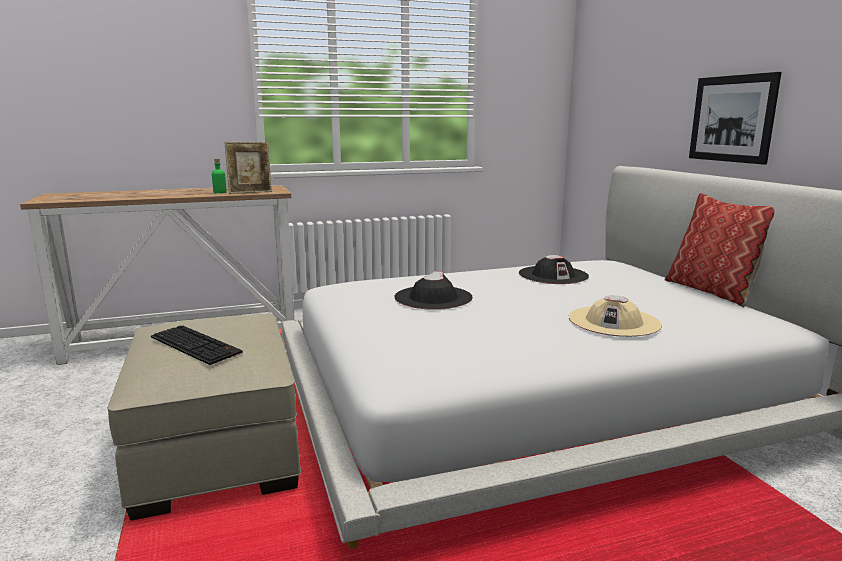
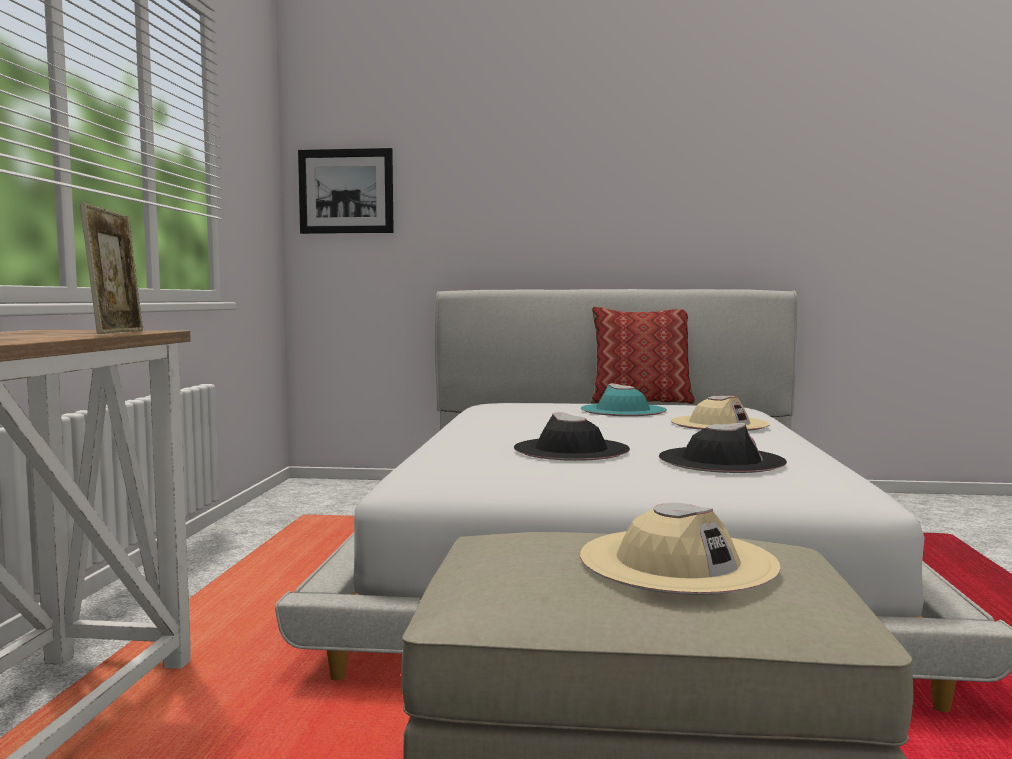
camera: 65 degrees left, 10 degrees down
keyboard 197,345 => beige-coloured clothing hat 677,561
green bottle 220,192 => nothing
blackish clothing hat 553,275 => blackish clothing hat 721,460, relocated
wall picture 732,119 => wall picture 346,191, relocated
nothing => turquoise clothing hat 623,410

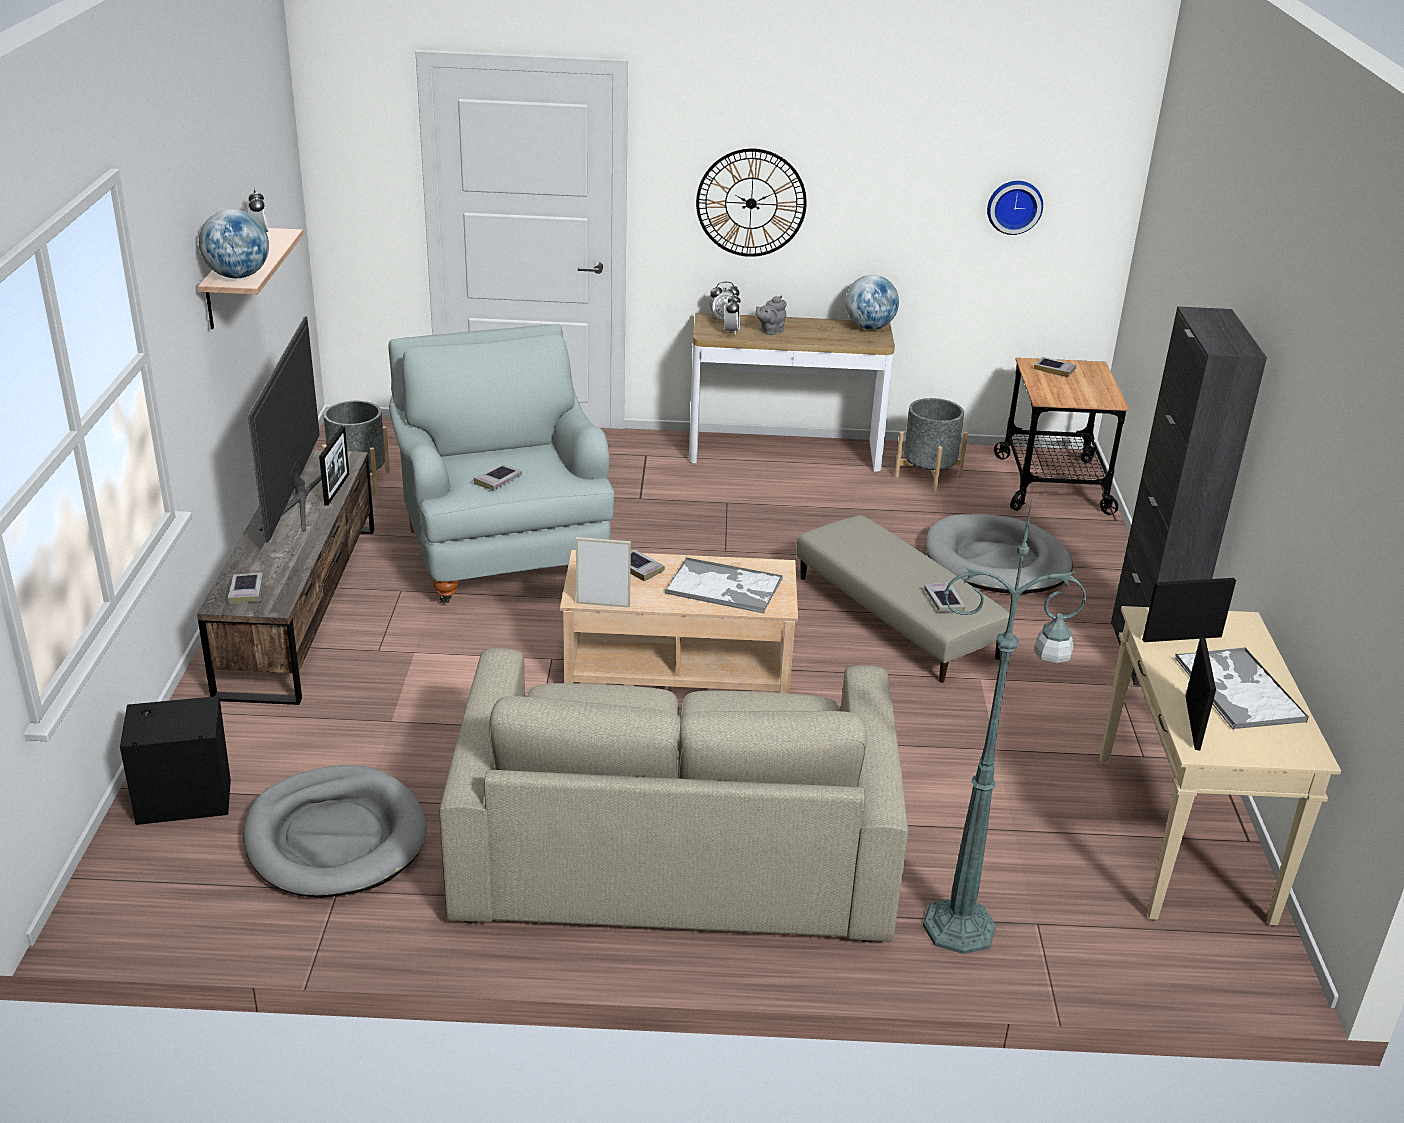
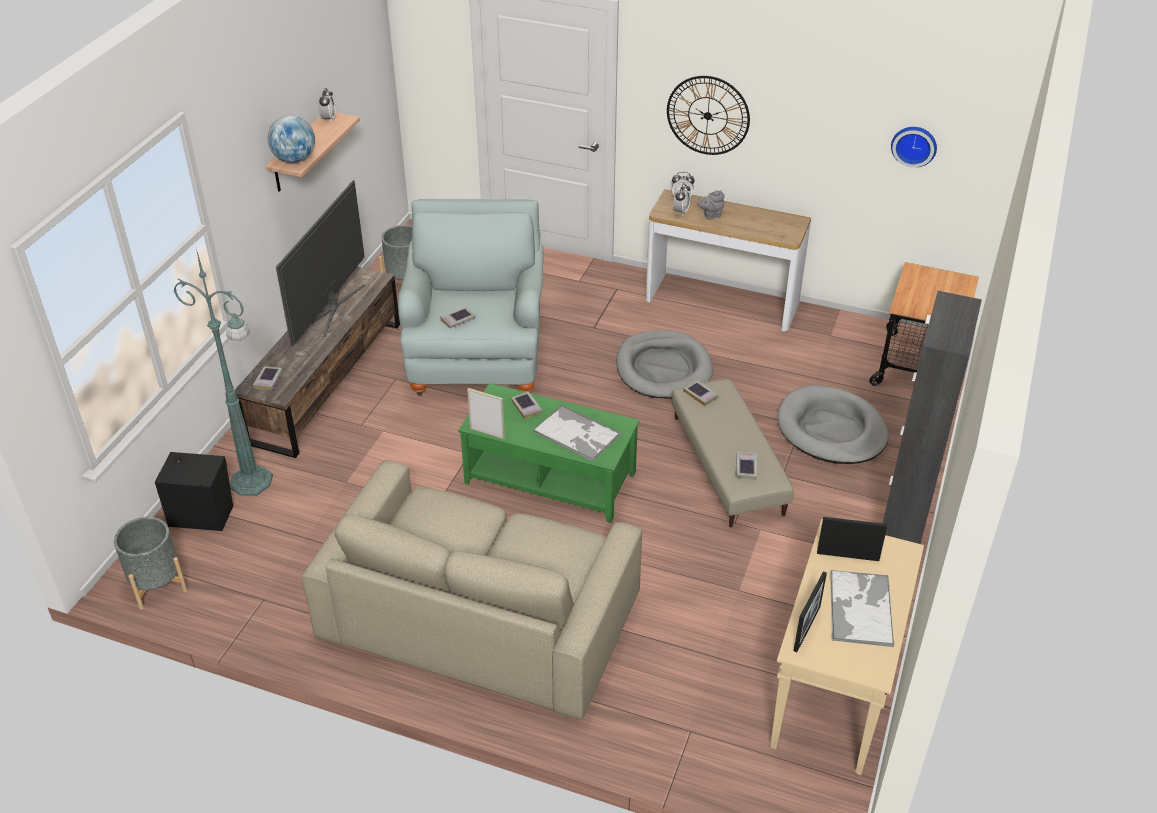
camera: 20 degrees right, 10 degrees up
grey dog cushion 335,838 => grey dog cushion 663,369, relocated
photo frame 337,489 => nothing
beige-coloured lounge table 677,669 => green lounge table 549,478
globe 869,327 => nothing
grey plant pot 928,476 => grey plant pot 157,584, relocated
green standing lamp 963,927 => green standing lamp 253,482, relocated
volume 1054,369 => volume 700,395, relocated

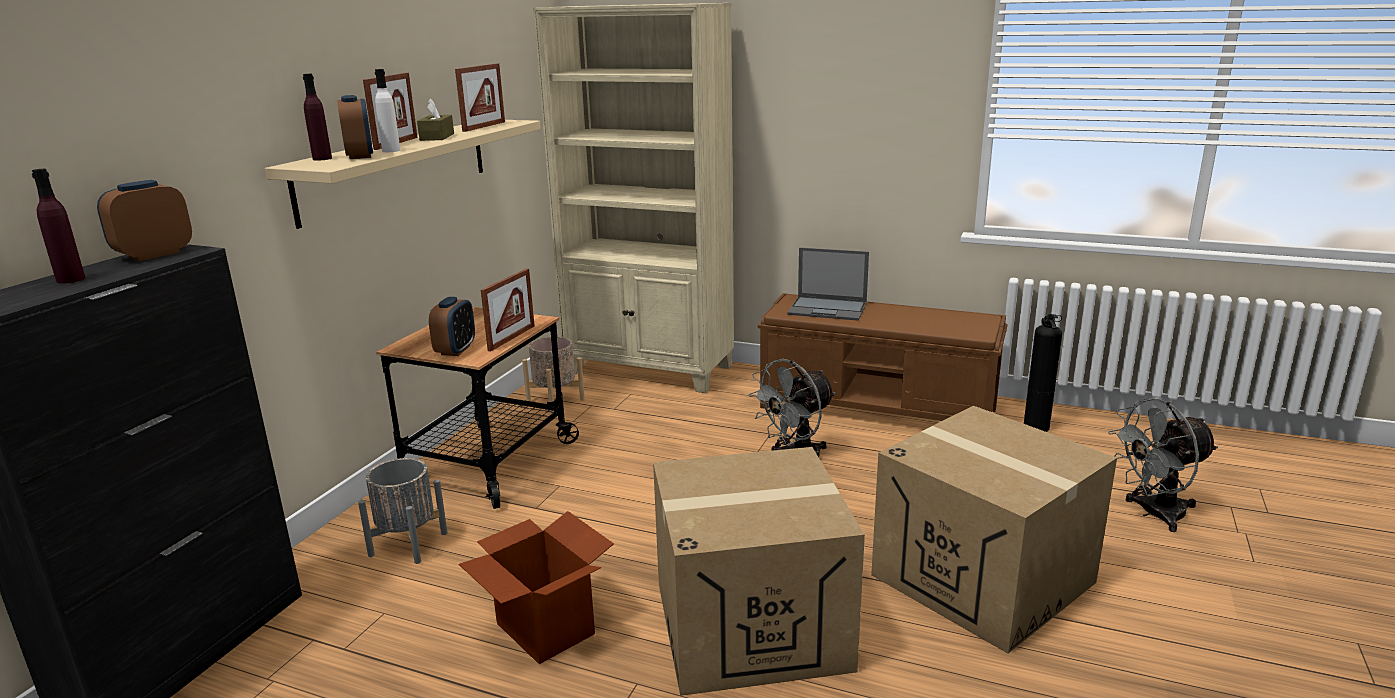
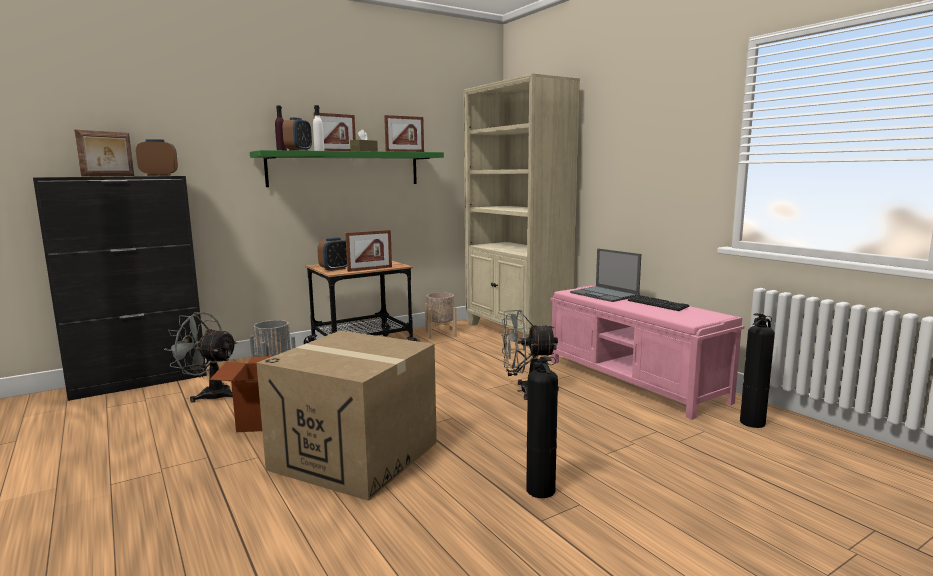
camera: 35 degrees right, 10 degrees down
purple-coloured bottle 71,279 => photo frame 109,176
beige-coloured wall shelf 397,168 => green wall shelf 345,169
brownish bench 878,408 => pink bench 634,381
carton 983,579 => fire-fighting cylinder 540,489
grey fan 1153,514 => grey fan 210,394, relocated
nothing => keyboard 657,304

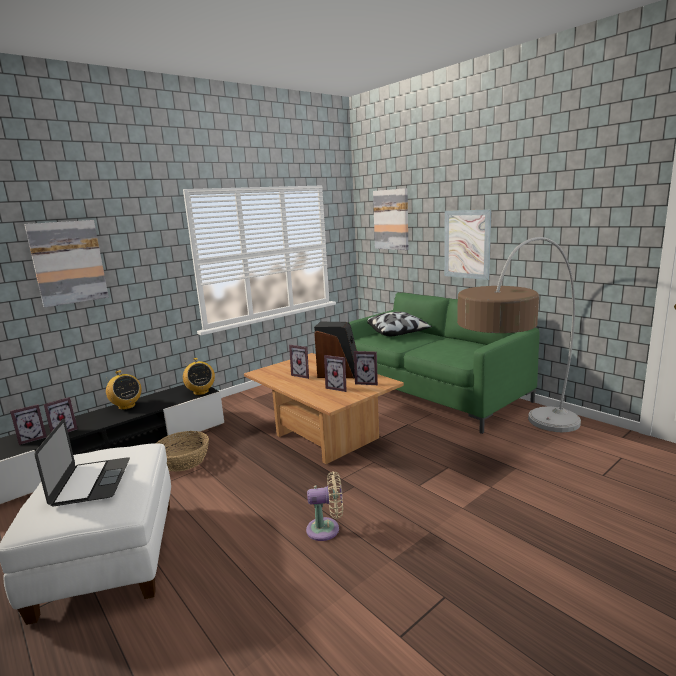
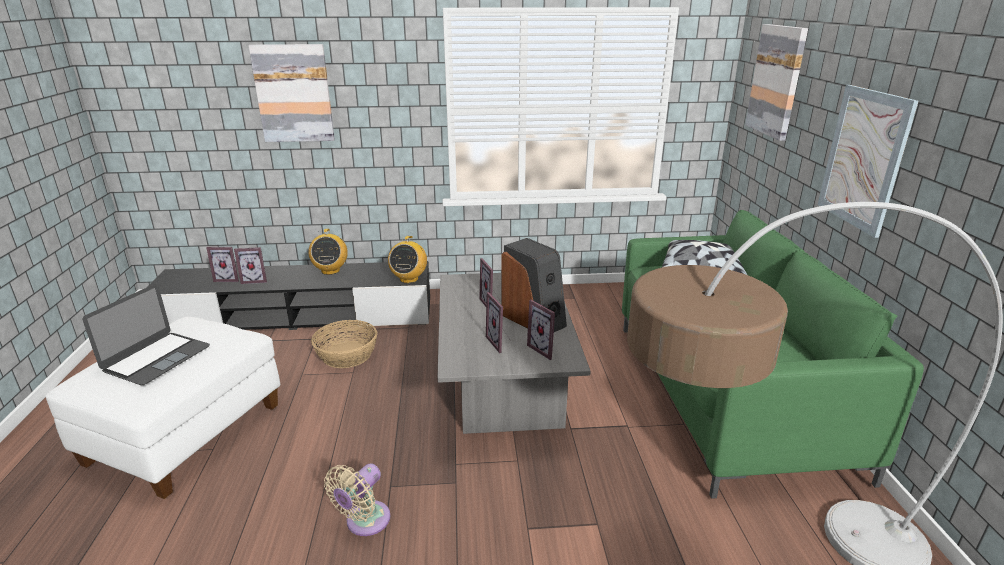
camera: 35 degrees right, 10 degrees up
brownish lounge table 323,437 => grey lounge table 504,393
beige-coloured fan 326,529 => beige-coloured fan 364,522, 90 degrees clockwise

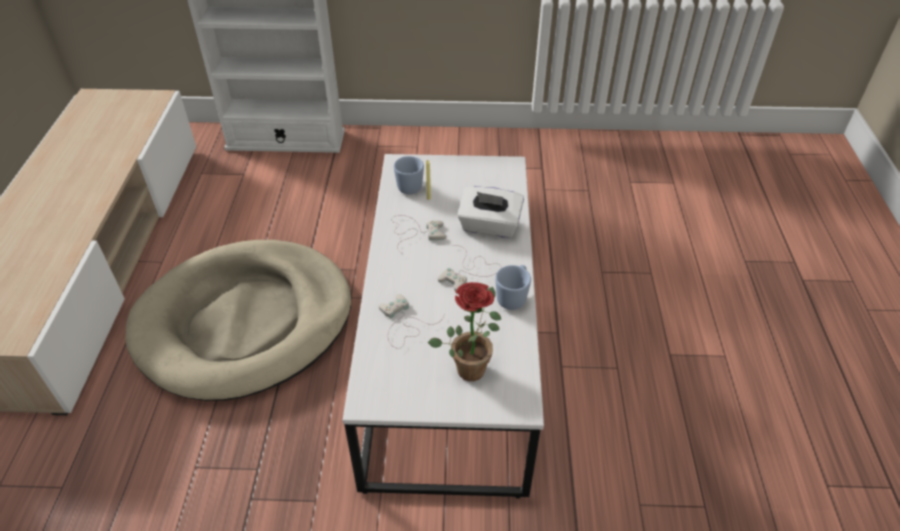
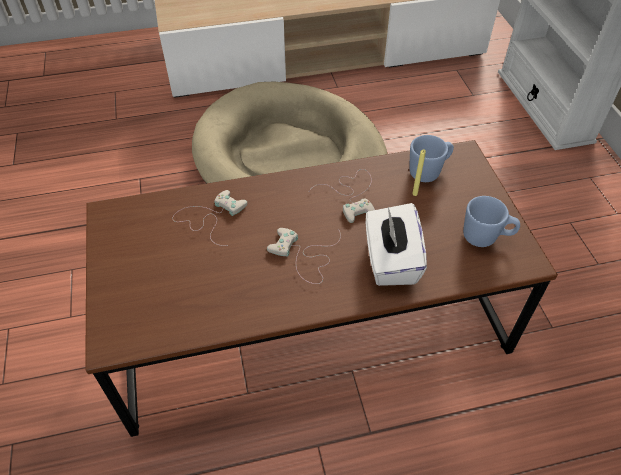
camera: 75 degrees right, 5 degrees up
white-coloured lounge table 450,347 => brownish lounge table 310,321
houseplant 471,365 => nothing
blue-coloured coffee mug 513,297 => blue-coloured coffee mug 486,238, relocated

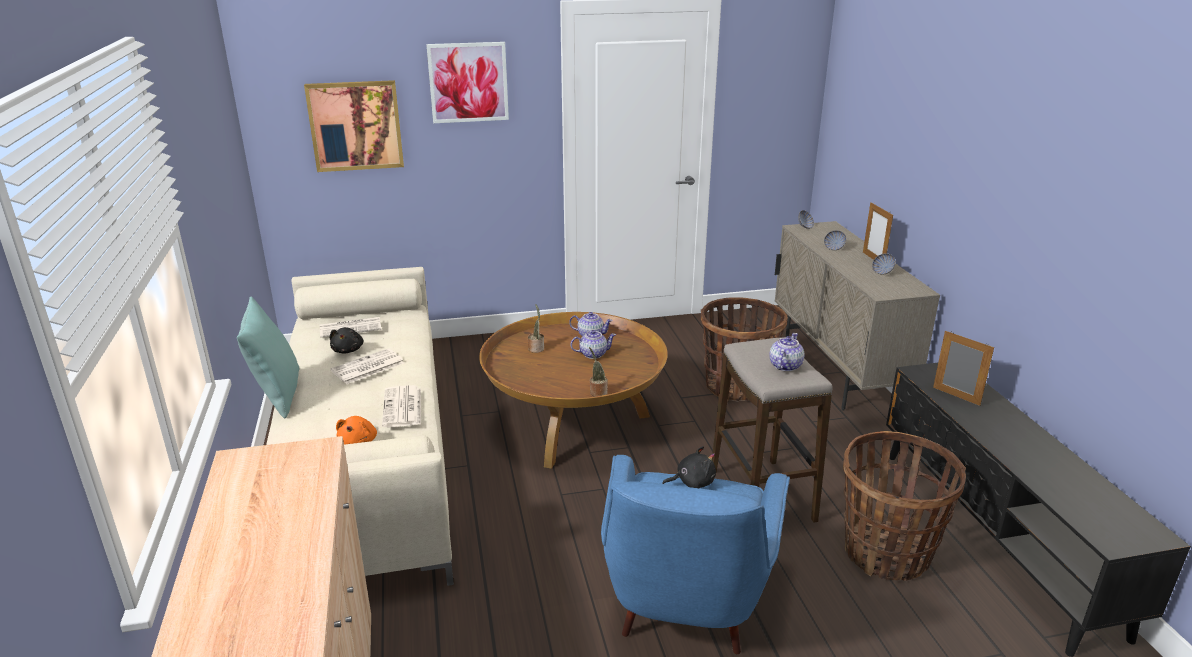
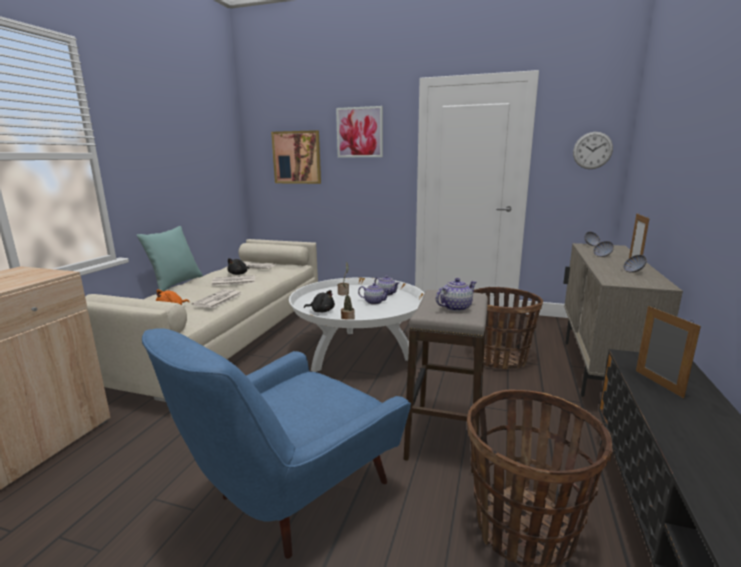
camera: 30 degrees right, 10 degrees down
brownish lounge table 574,424 => white-coloured lounge table 358,352
blackish plush toy 692,482 => blackish plush toy 321,311, relocated
nothing => hanging clock 592,150

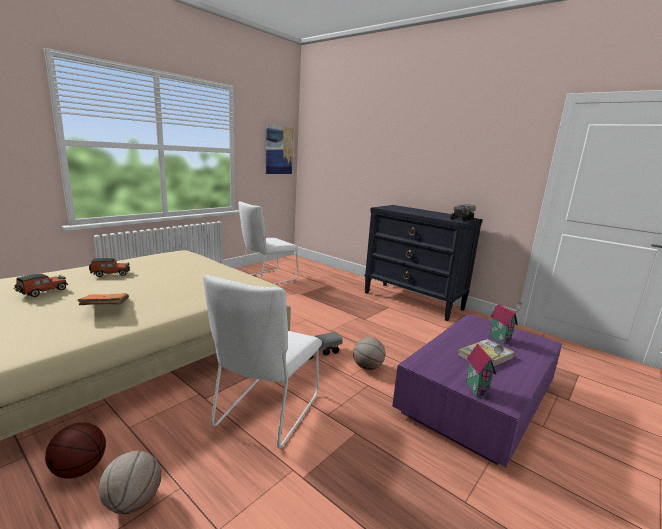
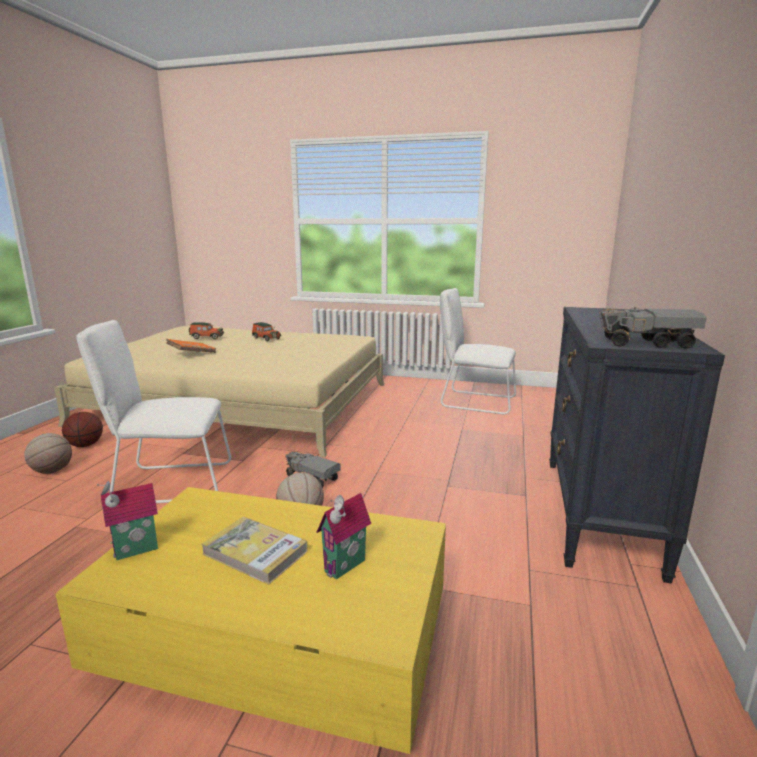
camera: 65 degrees right, 0 degrees up
wall picture 279,150 => nothing
purple-coloured lounge table 477,399 => yellow-coloured lounge table 278,637

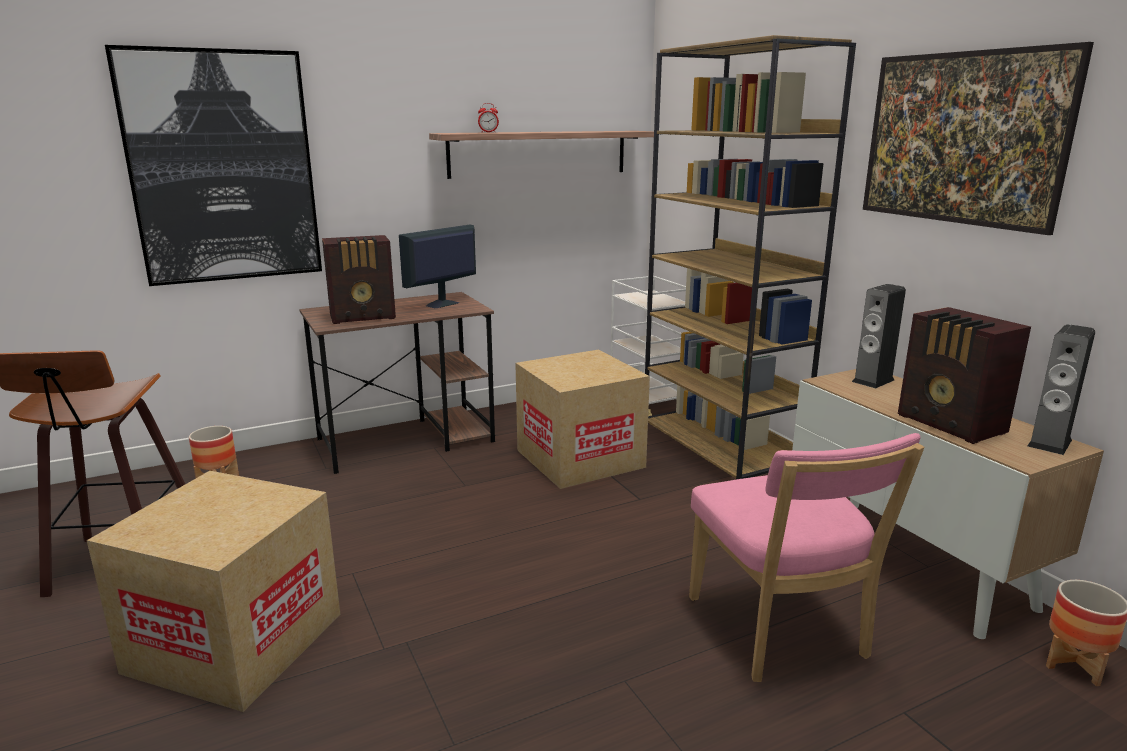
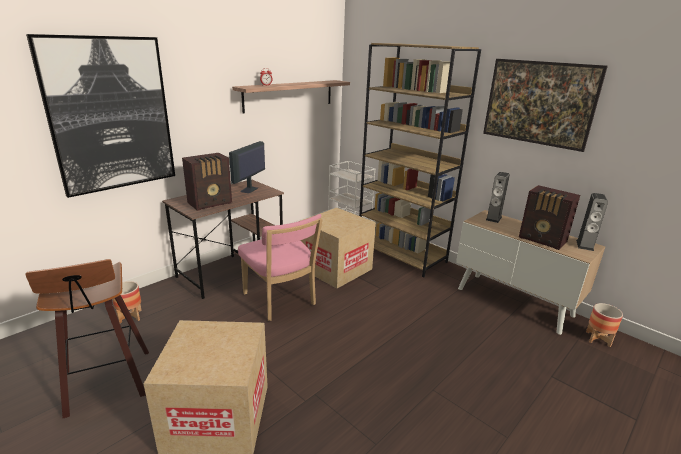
camera: 20 degrees left, 5 degrees up
pink plain chair 780,632 => pink plain chair 281,301, relocated

